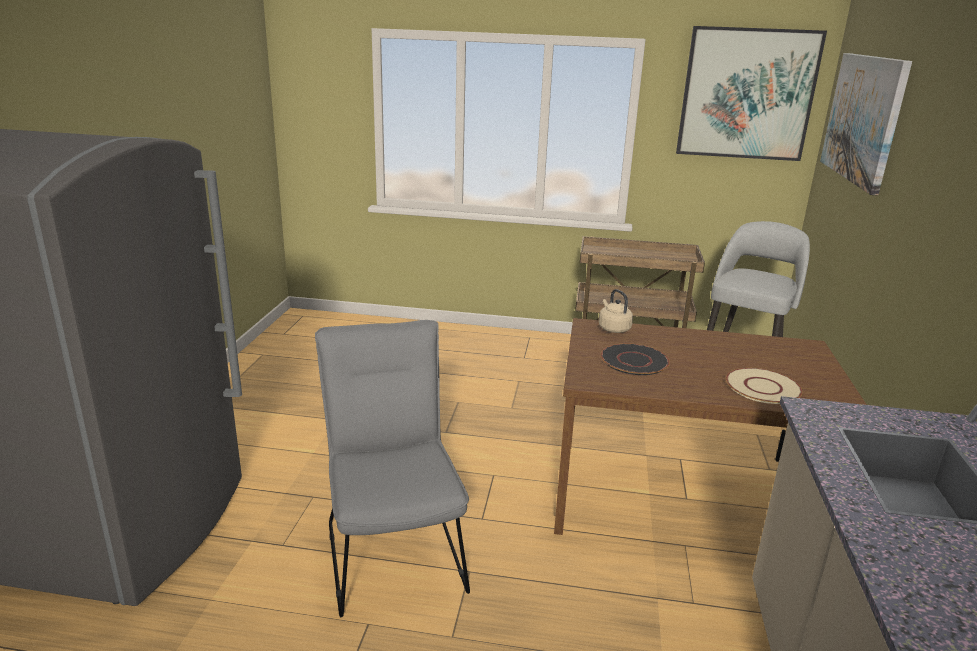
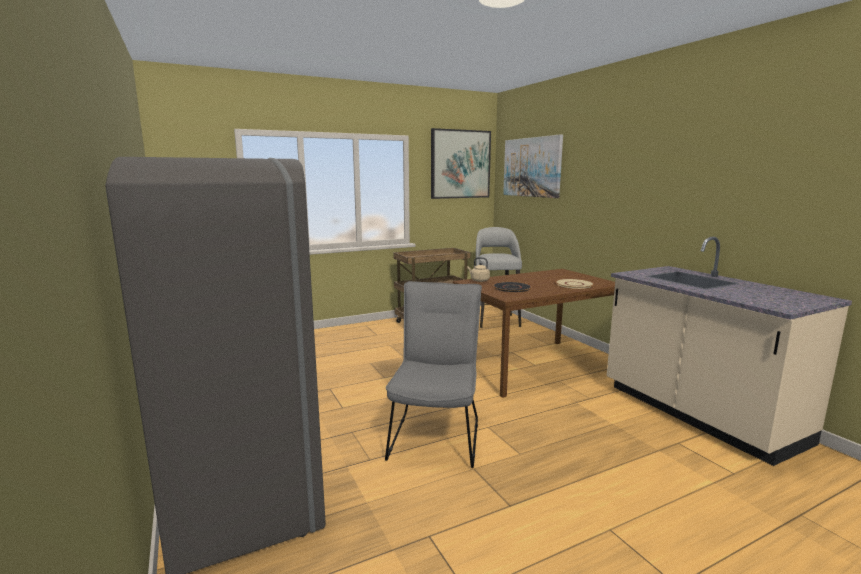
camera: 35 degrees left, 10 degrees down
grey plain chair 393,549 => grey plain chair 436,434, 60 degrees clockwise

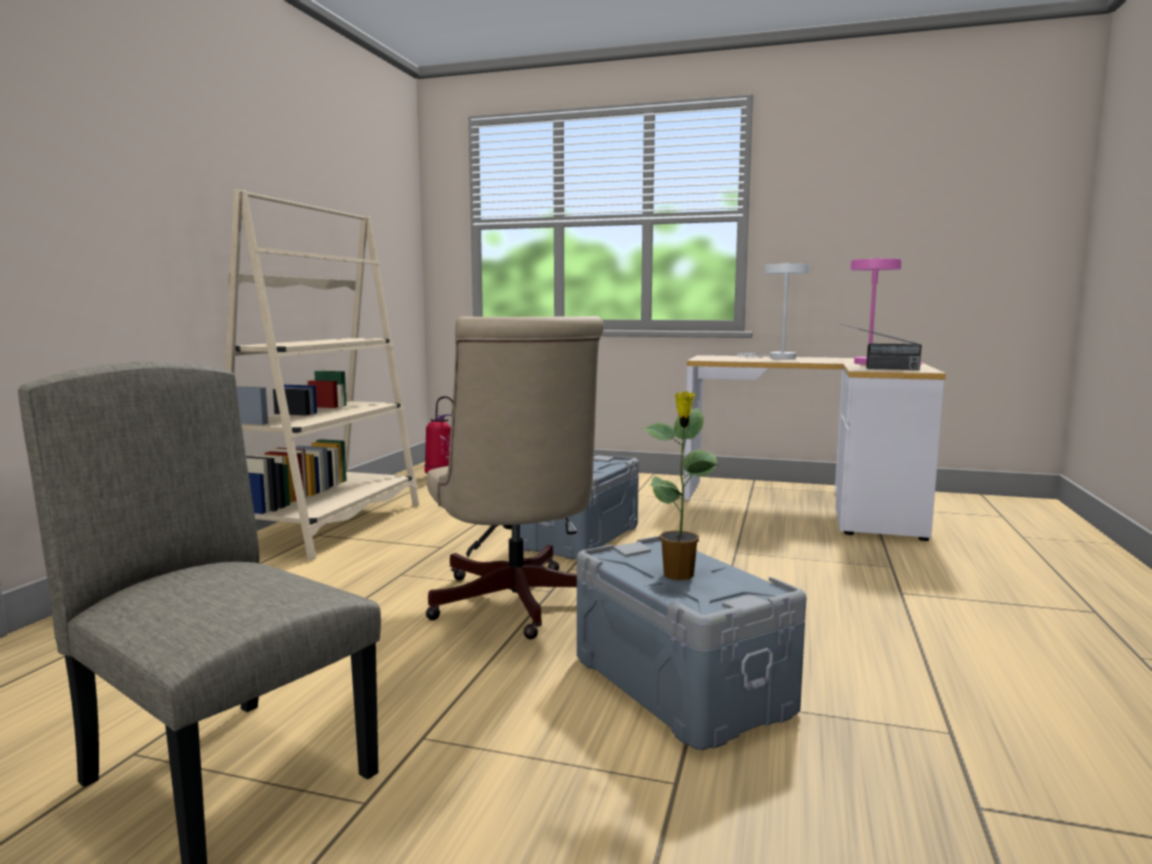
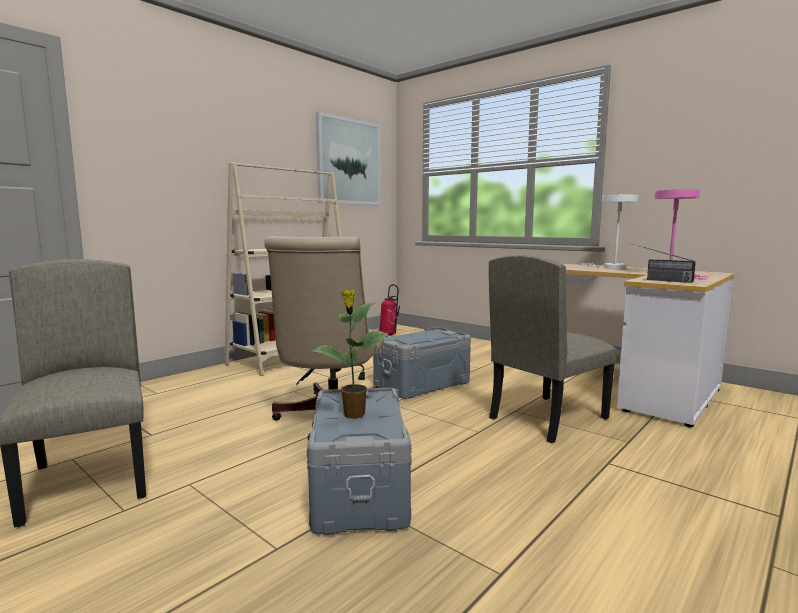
camera: 25 degrees right, 0 degrees up
nothing => wall picture 349,162
nothing => beige-coloured plain chair 547,418

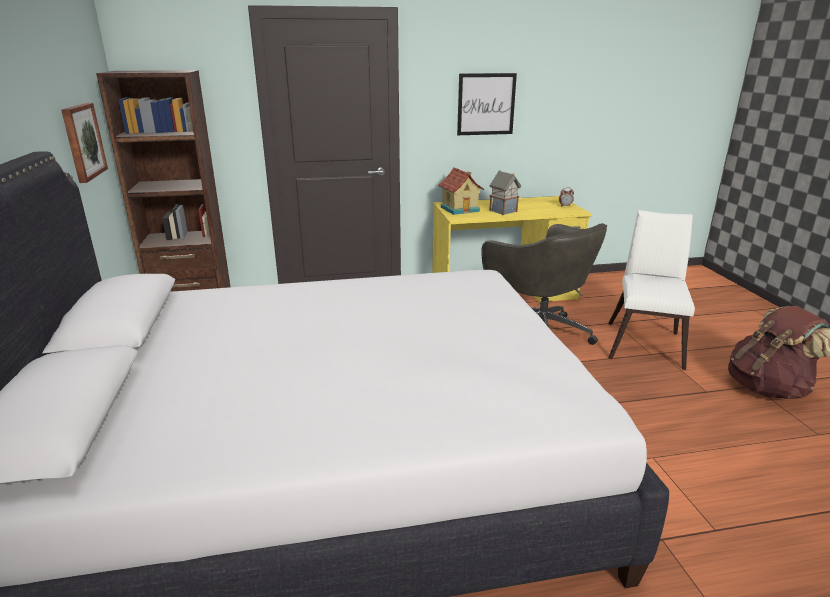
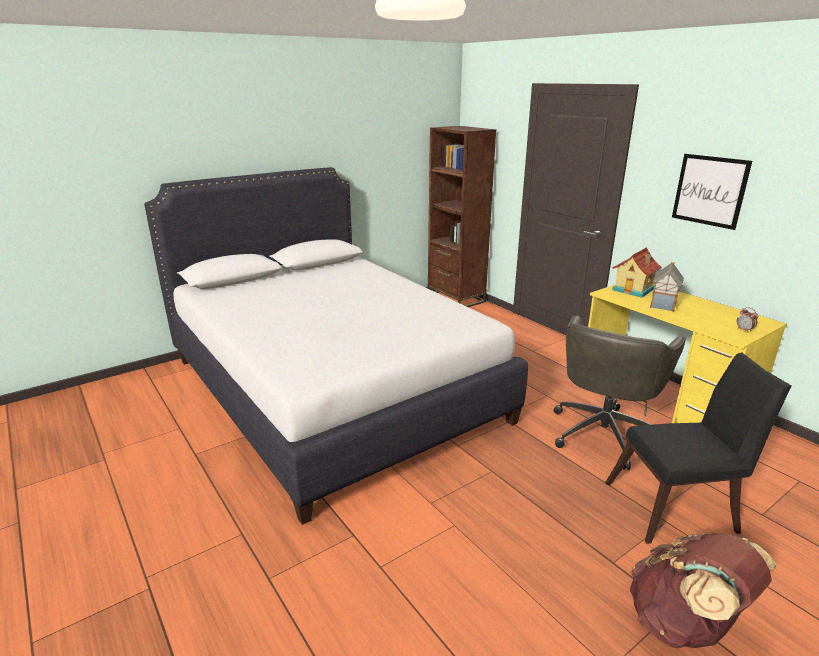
camera: 65 degrees right, 0 degrees up
wall picture 82,141 => nothing
white-coloured plain chair 645,342 => blackish plain chair 678,507

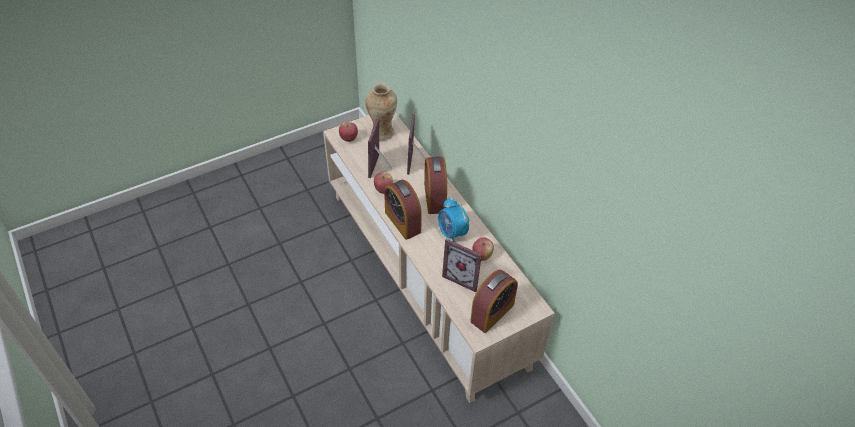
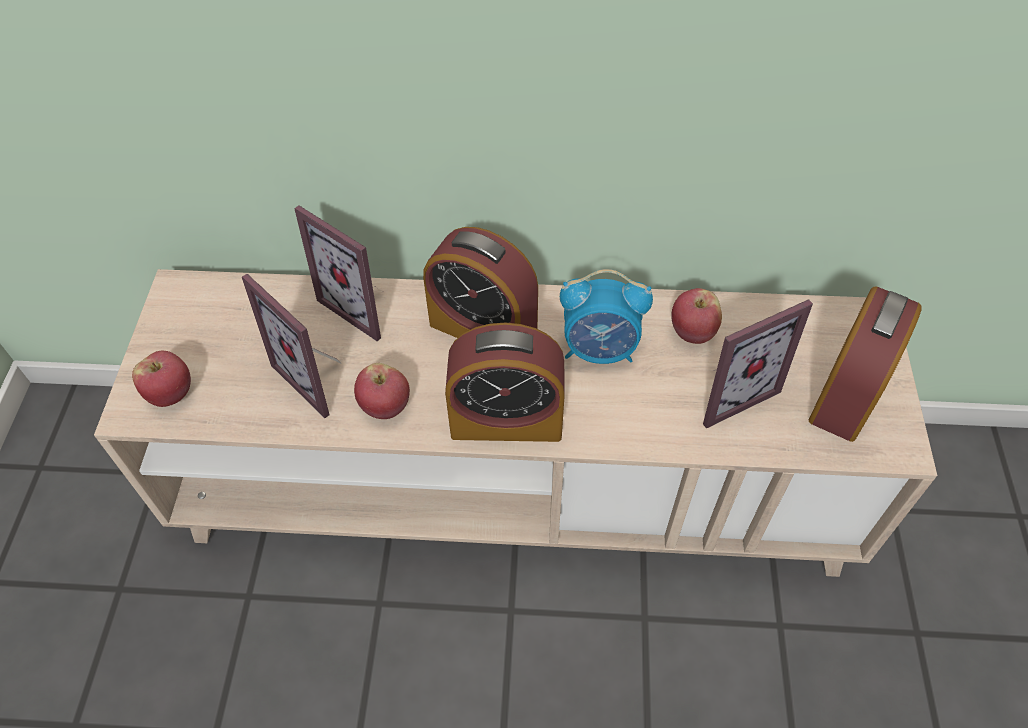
camera: 55 degrees left, 5 degrees up
decorative vase 382,132 => nothing
alarm clock 492,313 => alarm clock 848,392, 45 degrees clockwise

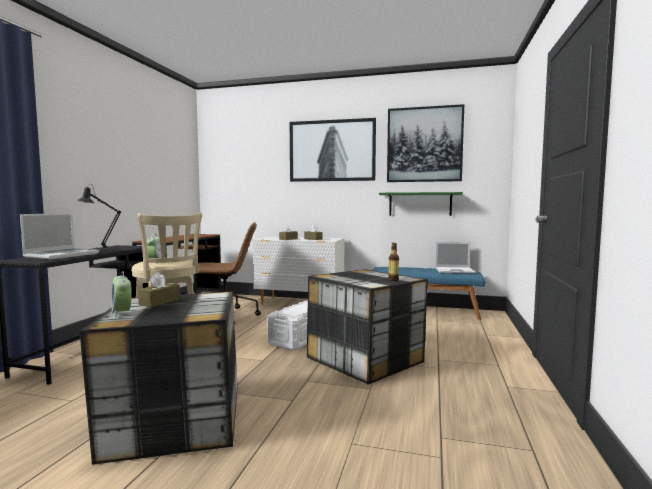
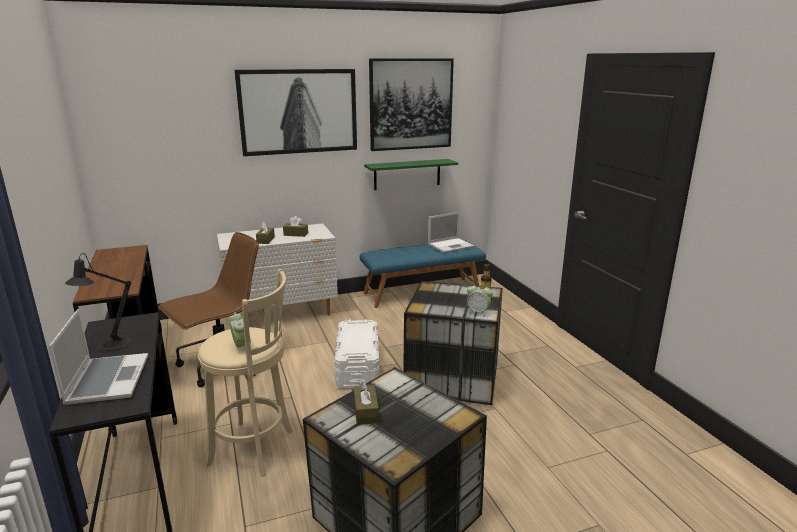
camera: 35 degrees left, 15 degrees up
alarm clock 122,314 => alarm clock 478,313, relocated

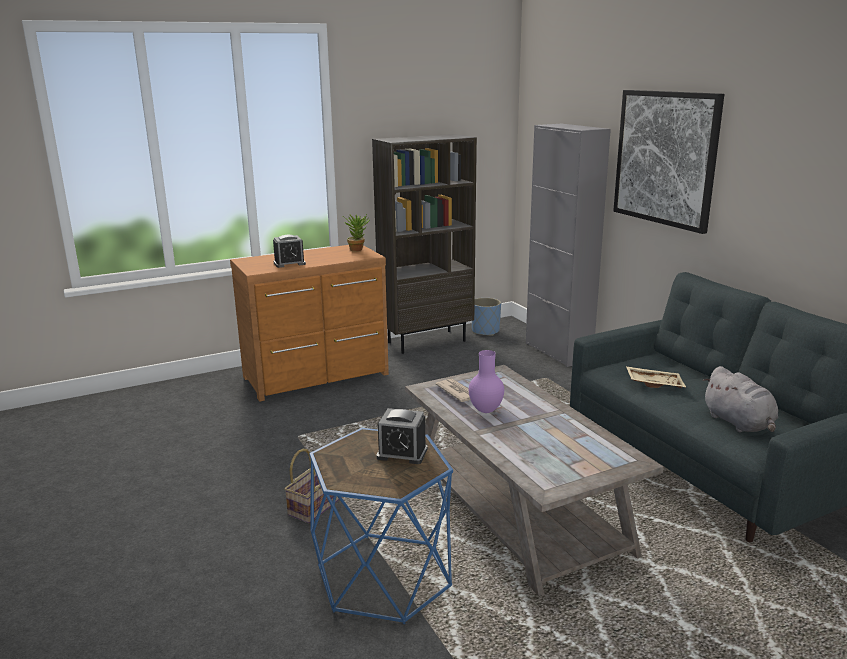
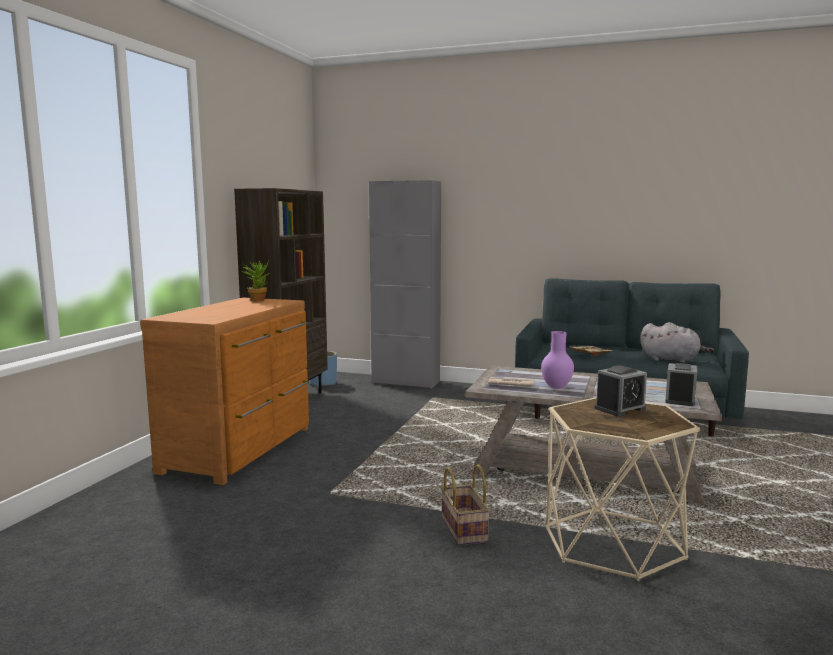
camera: 45 degrees left, 10 degrees down
alarm clock 289,263 => alarm clock 680,399, relocated
blue-coloured accent table 383,577 => beige-coloured accent table 613,543
wall picture 665,158 => nothing

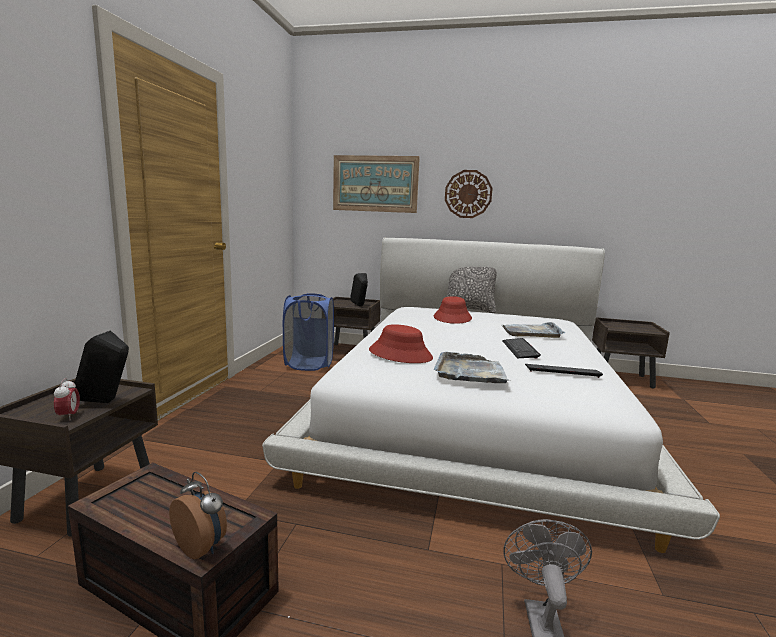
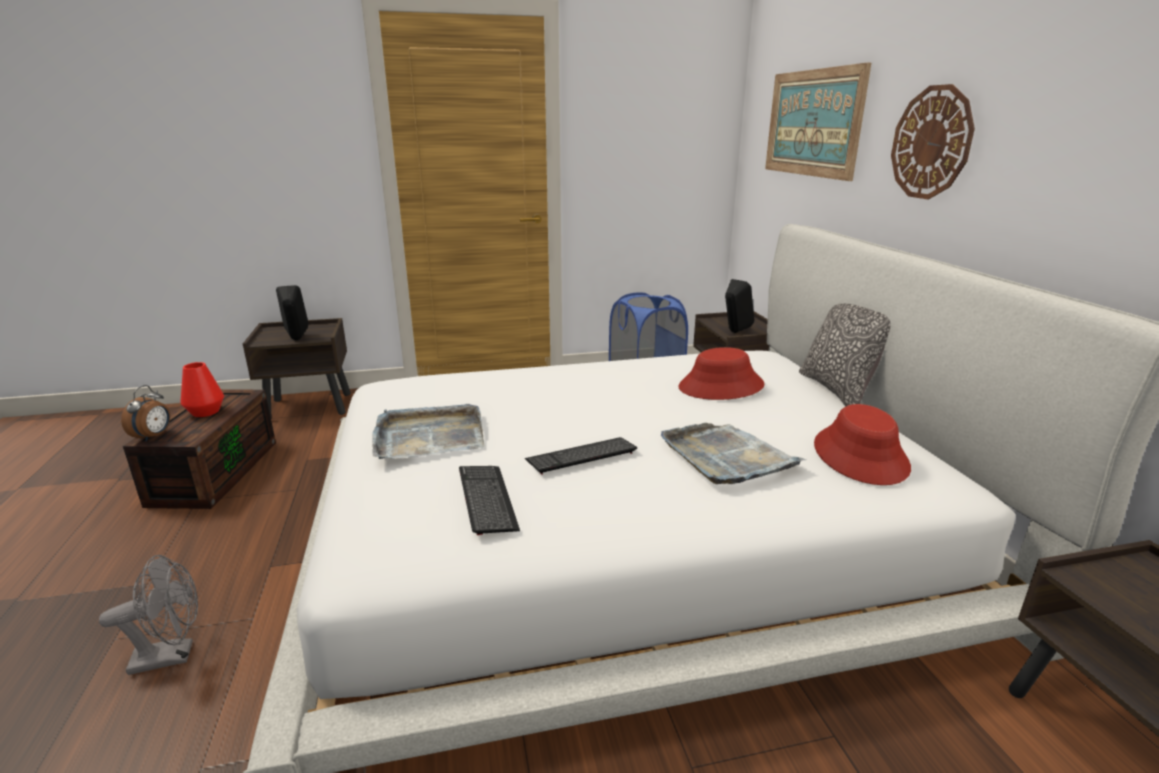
camera: 65 degrees right, 10 degrees up
alarm clock 69,416 => nothing
red-coloured clothing hat 400,354 => red-coloured clothing hat 860,456, relocated
nothing => red-coloured decorative vase 206,412

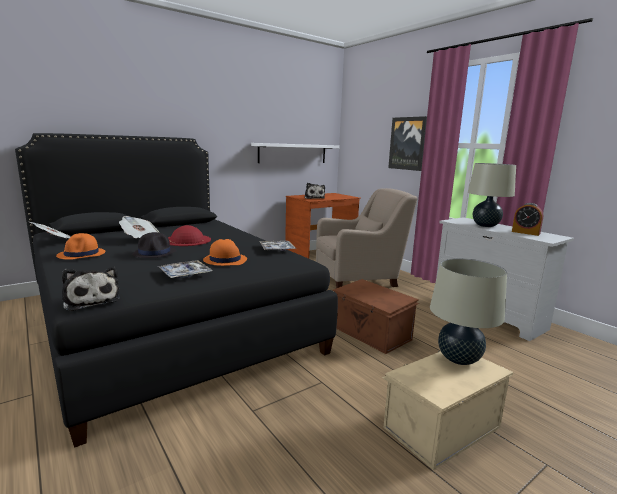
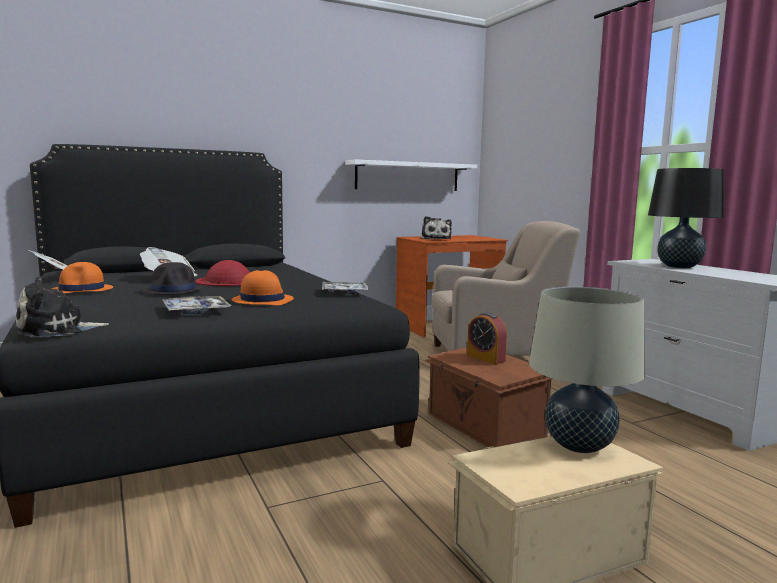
camera: 10 degrees right, 5 degrees down
plush toy 91,300 => plush toy 56,330, 90 degrees clockwise
wall picture 407,143 => nothing
beige-coloured table lamp 485,225 => blackish table lamp 679,266
alarm clock 525,233 => alarm clock 486,358, relocated

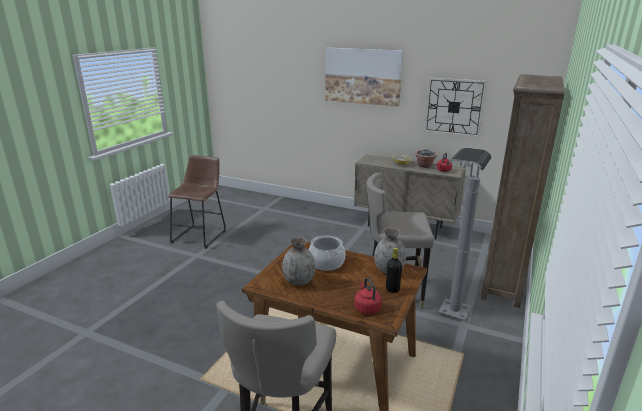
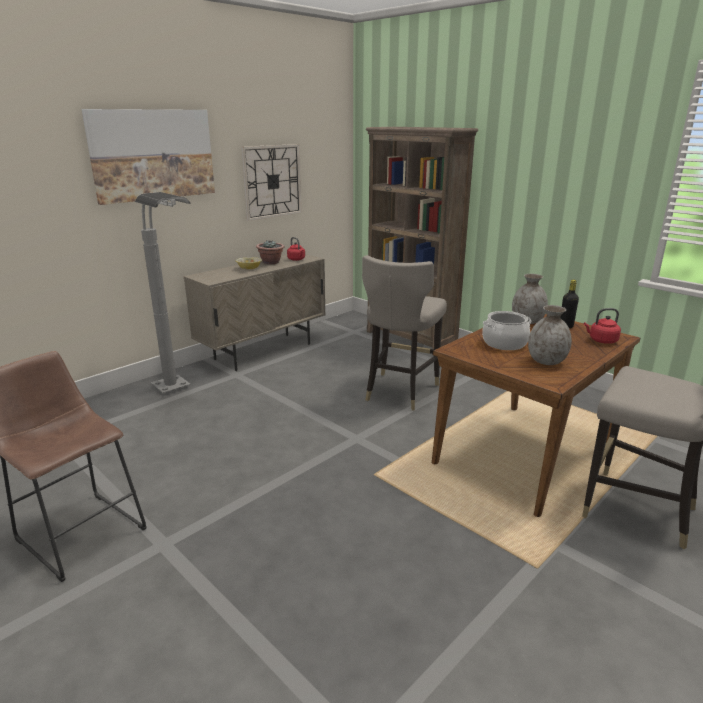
camera: 70 degrees left, 0 degrees up
grey standing lamp 450,322 => grey standing lamp 181,393, relocated

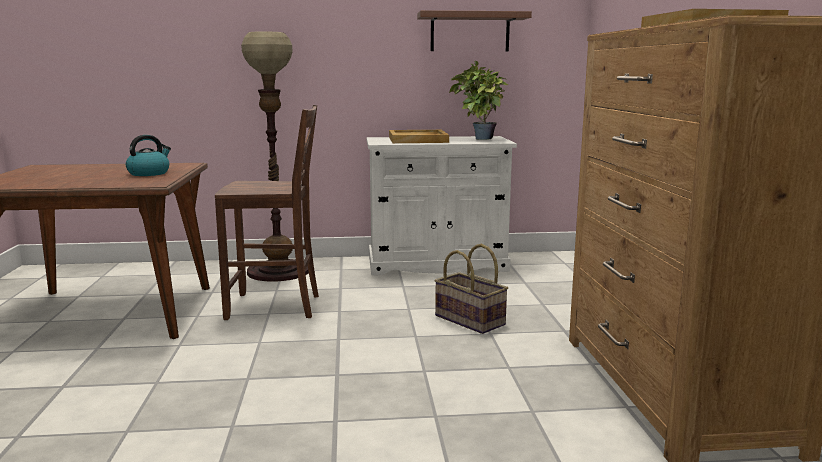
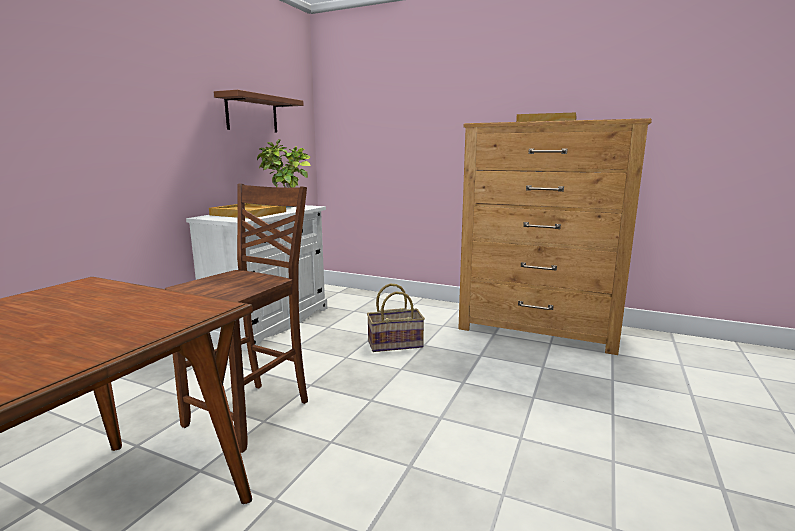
camera: 60 degrees left, 0 degrees up
kettle 149,173 => nothing
standing lamp 278,271 => nothing

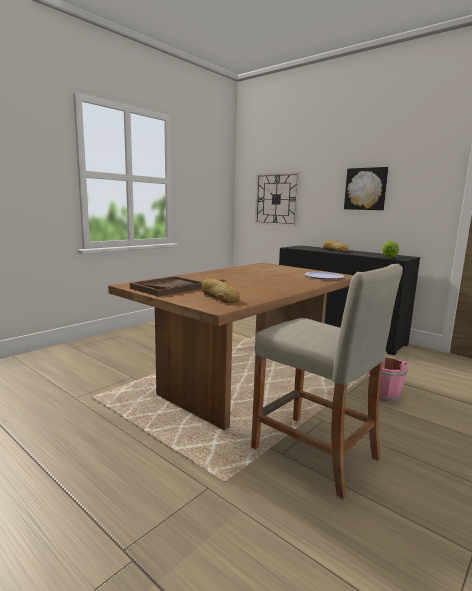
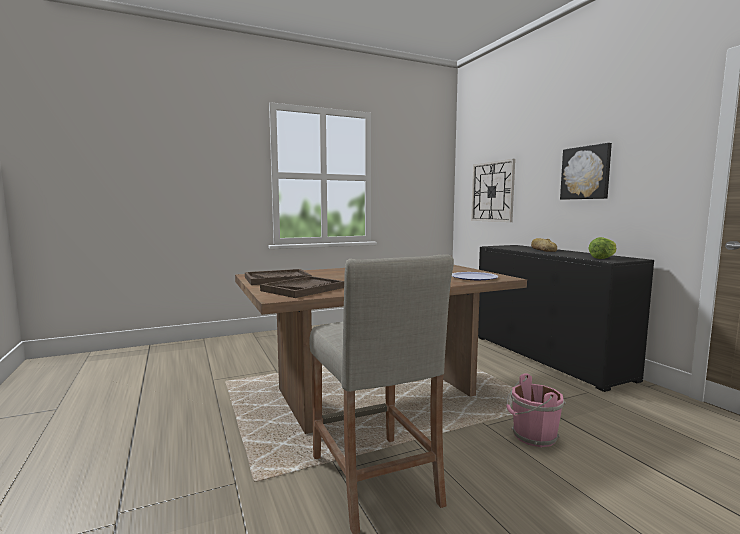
camera: 25 degrees right, 5 degrees down
bread 219,297 => brownish tray 303,289

